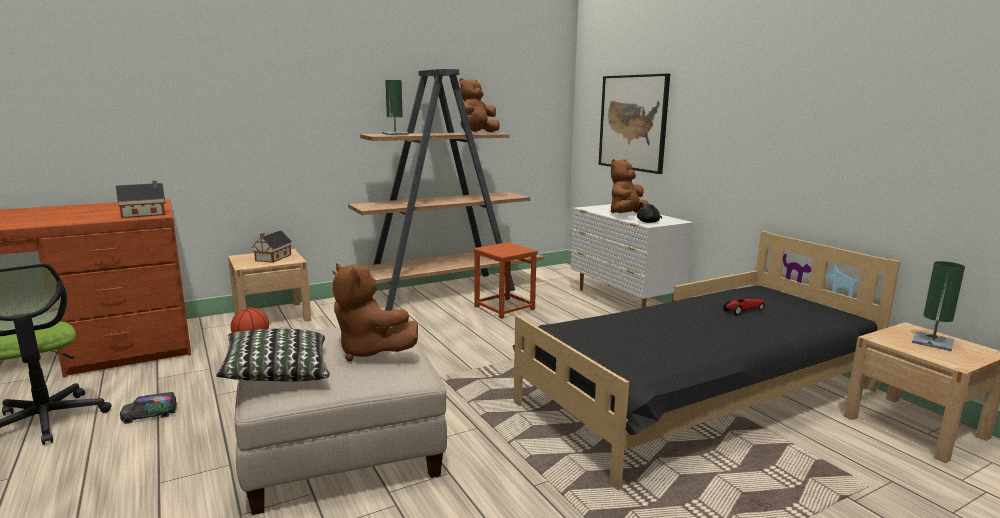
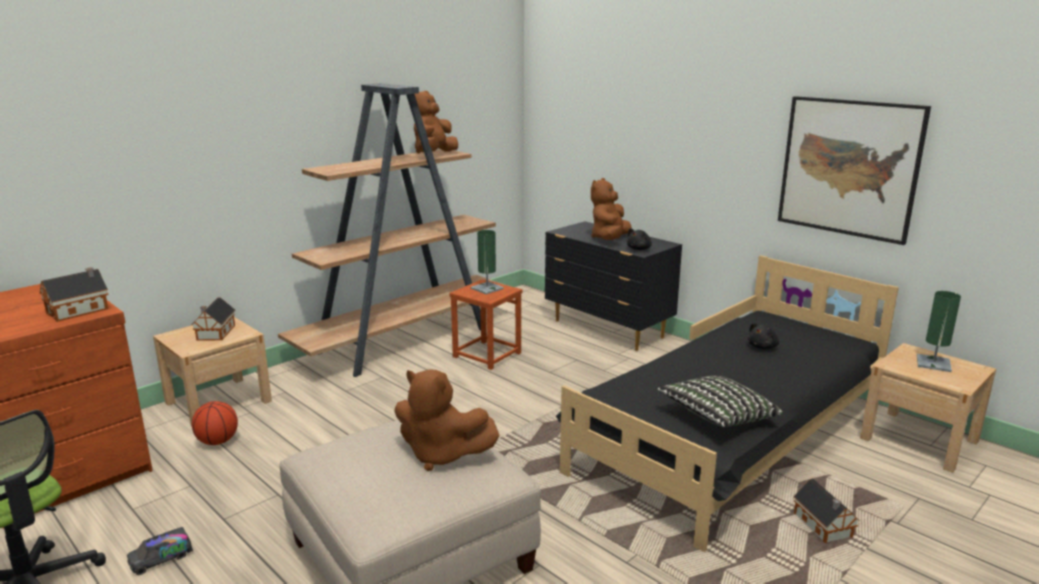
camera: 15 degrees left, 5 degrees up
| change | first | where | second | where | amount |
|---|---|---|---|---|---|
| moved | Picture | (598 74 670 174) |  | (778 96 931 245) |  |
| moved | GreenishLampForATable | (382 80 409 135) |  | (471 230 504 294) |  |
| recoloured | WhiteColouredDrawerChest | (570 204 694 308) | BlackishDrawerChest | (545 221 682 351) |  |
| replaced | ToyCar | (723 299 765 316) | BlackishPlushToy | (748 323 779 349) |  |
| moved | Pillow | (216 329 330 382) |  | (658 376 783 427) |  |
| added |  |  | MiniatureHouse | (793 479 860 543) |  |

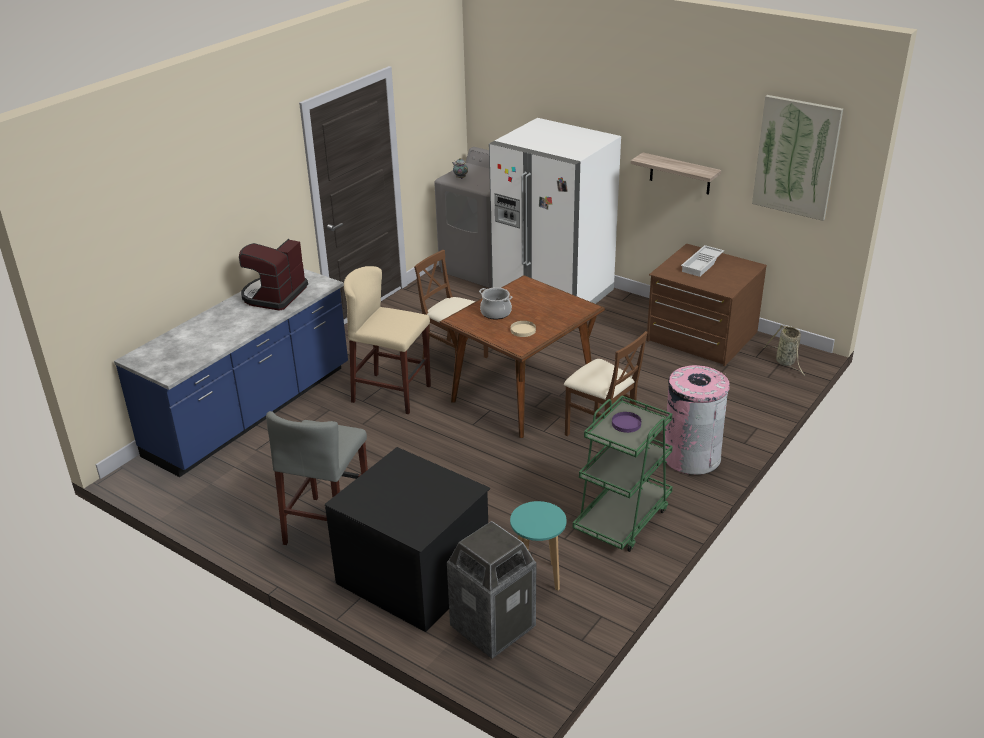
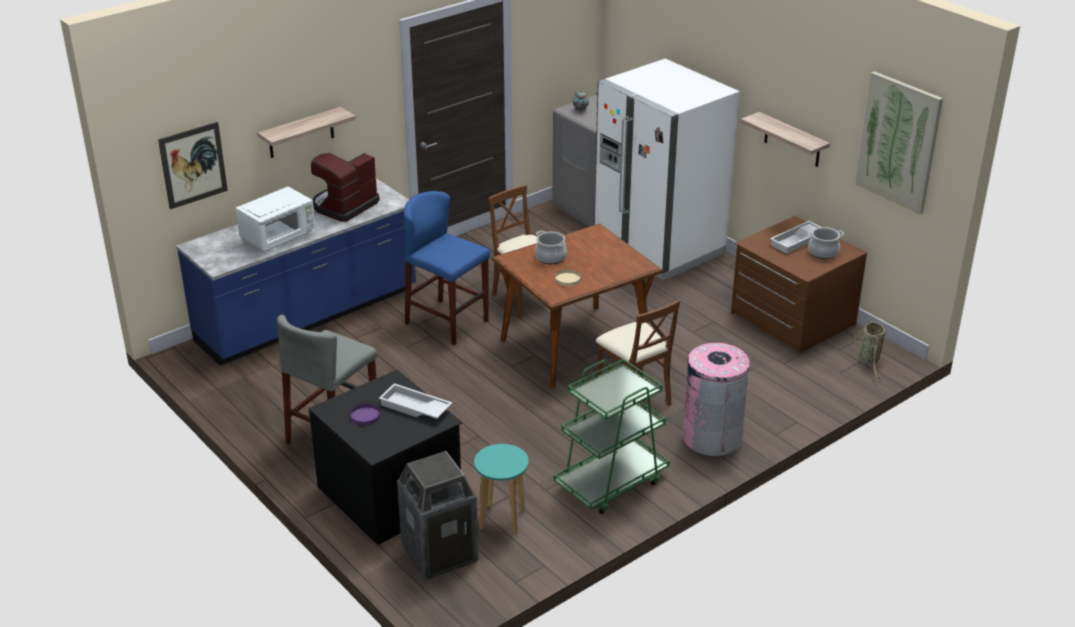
camera: 15 degrees right, 0 degrees up
| change | first | where | second | where | amount |
|---|---|---|---|---|---|
| recoloured | BeigeColouredStool | (344 266 431 414) | BlueColouredStool | (404 191 490 345) |  |
| moved | PurpleFlatDish | (612 412 641 433) |  | (350 404 380 425) |  |
| added |  |  | WallShelf | (257 107 356 158) |  |
| added |  |  | Picture | (158 122 228 209) |  |
| added |  |  | WhiteColouredKitchenMicrowave | (235 187 316 253) |  |
| added |  |  | Saucepot | (808 227 844 259) |  |
| added |  |  | WhiteColouredServingTray | (379 383 452 419) |  |

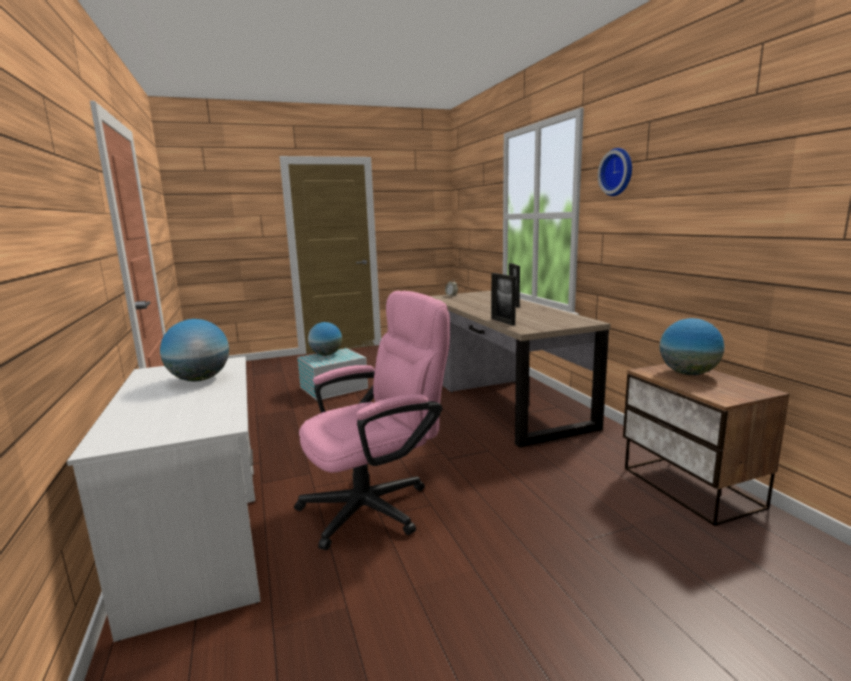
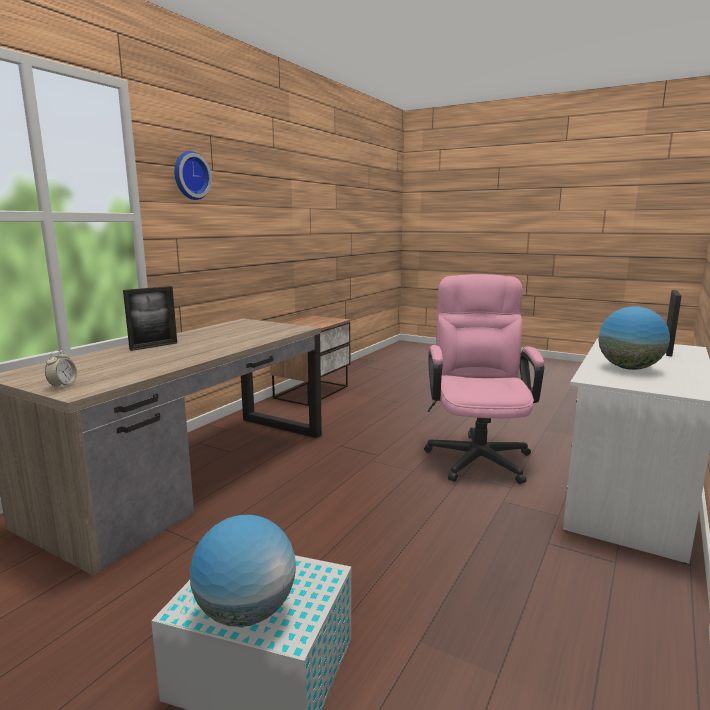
camera: 130 degrees left, 0 degrees up
| change | first | where | second | where | amount |
|---|---|---|---|---|---|
| moved | PictureFrame | (491 273 516 325) |  | (666 290 682 356) |  |
| turned | PinkColouredDeskChair | (294 291 450 550) |  | (424 274 544 484) | 75 degrees clockwise |
| removed | Globe | (660 318 724 375) |  |  |  |

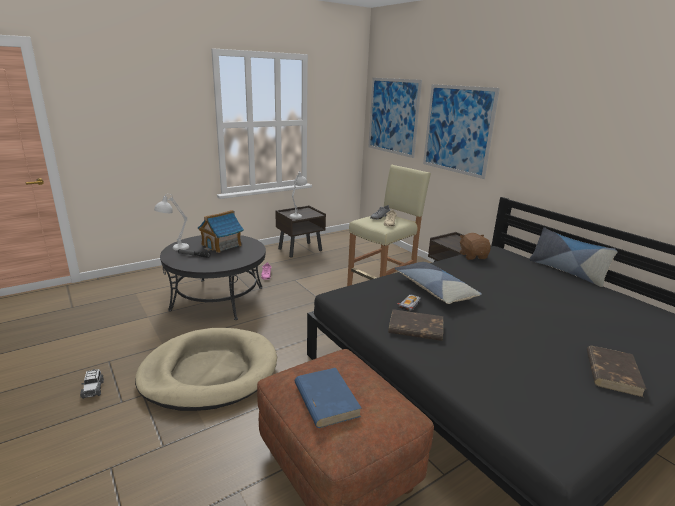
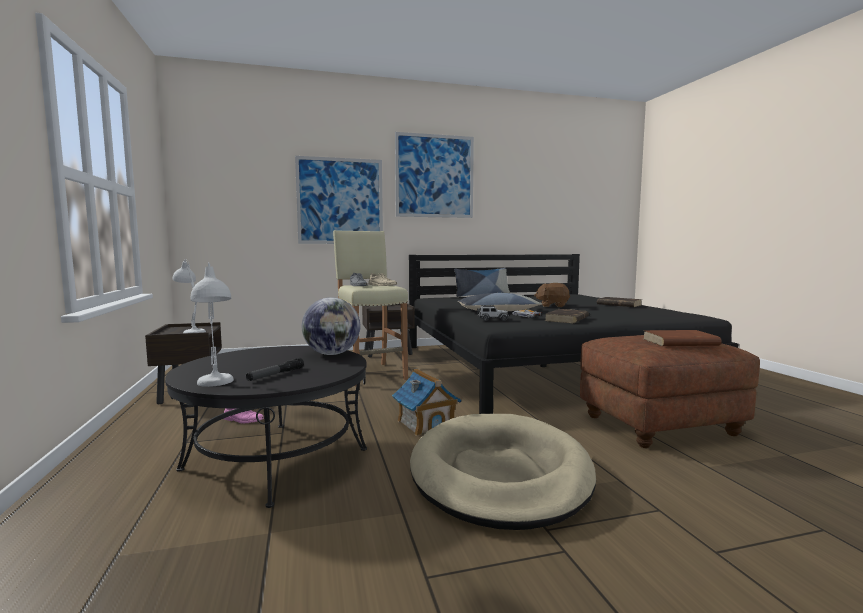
camera: 70 degrees left, 15 degrees down
| change | first | where | second | where | amount |
|---|---|---|---|---|---|
| moved | Picture | (368 78 422 158) |  | (395 132 474 218) |  |
| moved | MiniatureHouse | (198 210 244 253) |  | (392 369 461 436) |  |
| moved | BrownPlushToy | (460 233 491 260) |  | (534 283 570 307) |  |
| recoloured | BlueColouredBoundBook | (295 368 362 428) | BrownBoundBook | (643 330 721 346) |  |
| moved | ToyCar | (80 369 104 399) |  | (477 305 509 321) |  |
| added |  |  | Globe | (302 297 360 355) |  |

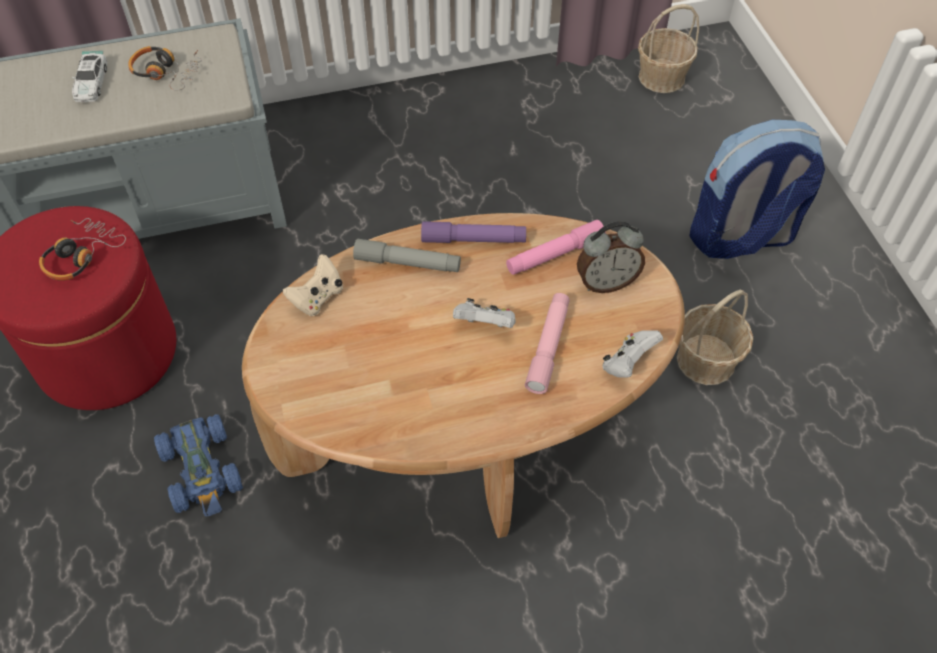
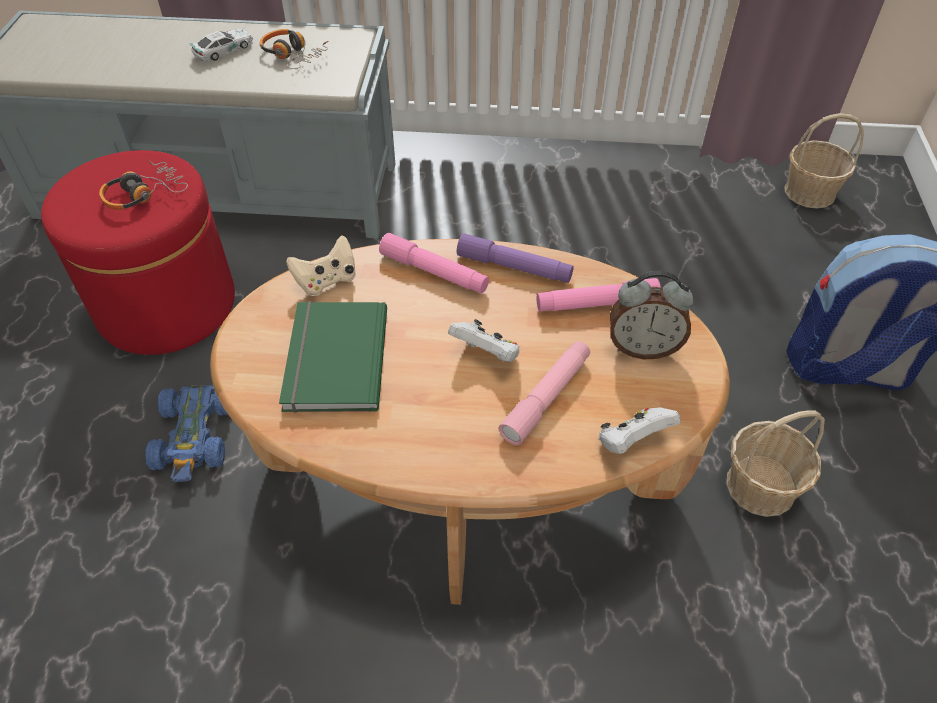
camera: 20 degrees right, 5 degrees down
| change | first | where | second | where | amount |
|---|---|---|---|---|---|
| turned | ToyCar | (72 51 107 102) |  | (189 28 253 62) | 150 degrees counterclockwise |
| recoloured | GreyishFlashlight | (353 239 461 272) | PinkColouredFlashlight | (379 233 489 294) |  |
| added |  |  | GreenishBoundBook | (279 301 387 413) |  |

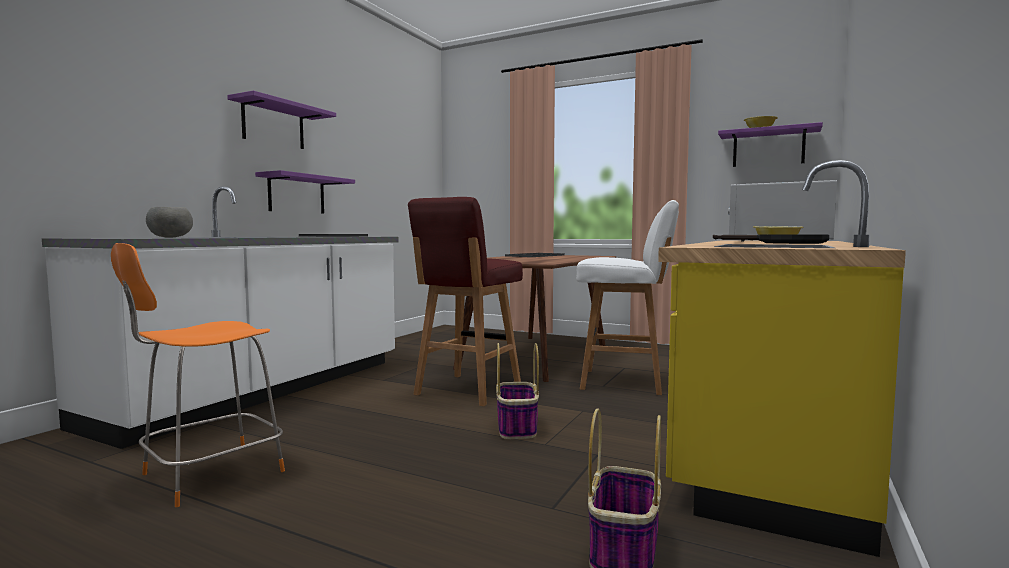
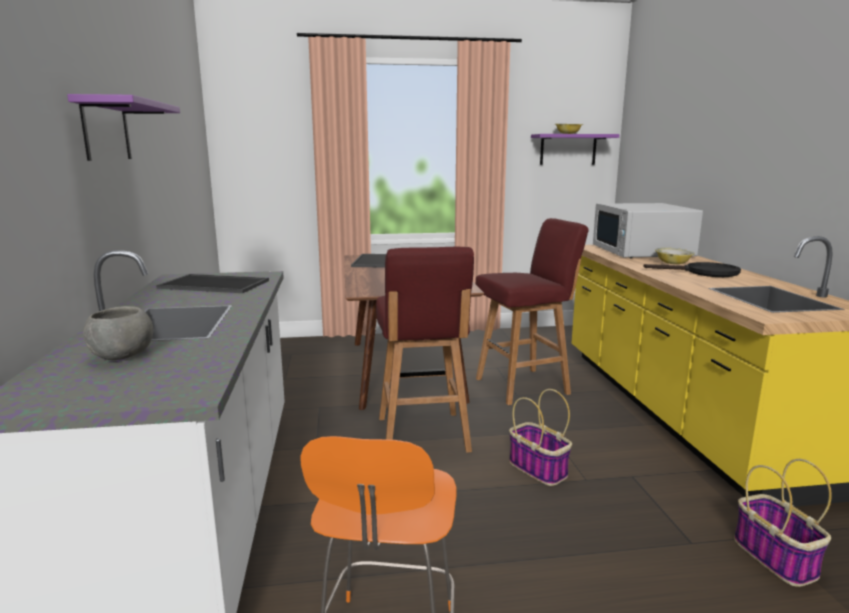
camera: 35 degrees left, 10 degrees up
| change | first | where | second | where | amount |
|---|---|---|---|---|---|
| removed | PurpleWallShelf | (255 170 355 214) |  |  |  |
| recoloured | WhiteColouredStool | (576 200 679 395) | RedColouredStool | (476 218 589 405) |  |

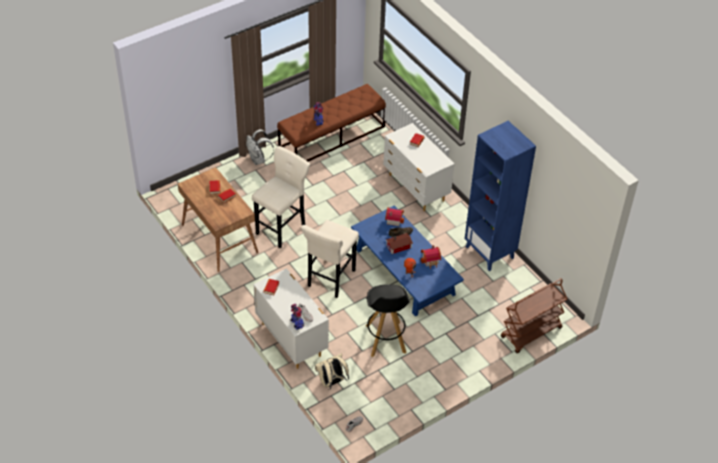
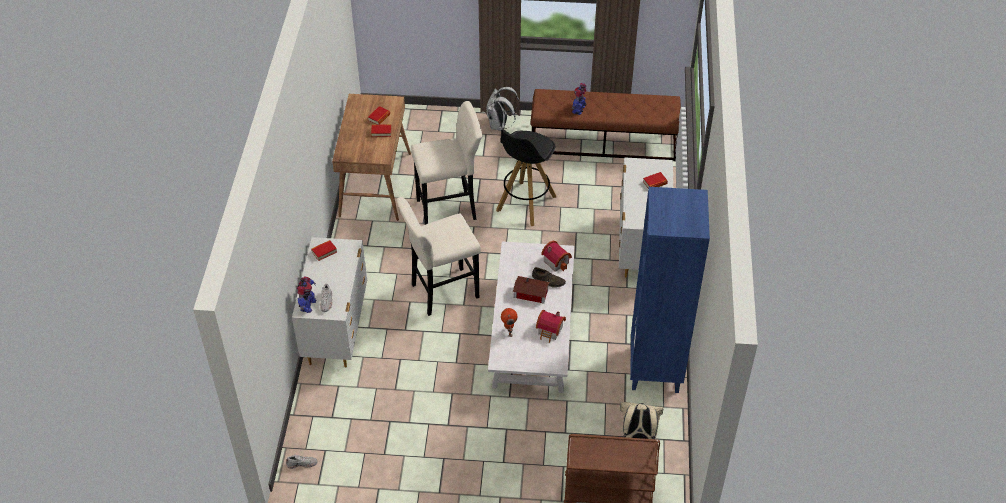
camera: 40 degrees right, 0 degrees up
| change | first | where | second | where | amount |
|---|---|---|---|---|---|
| recoloured | BlueColouredLowTable | (351 206 464 317) | WhiteColouredLowTable | (488 242 575 393) |  |
| moved | BlackishStool | (366 284 410 357) |  | (496 129 557 226) |  |
| moved | BeigeColouredBackpack | (315 353 349 390) |  | (620 402 664 439) |  |

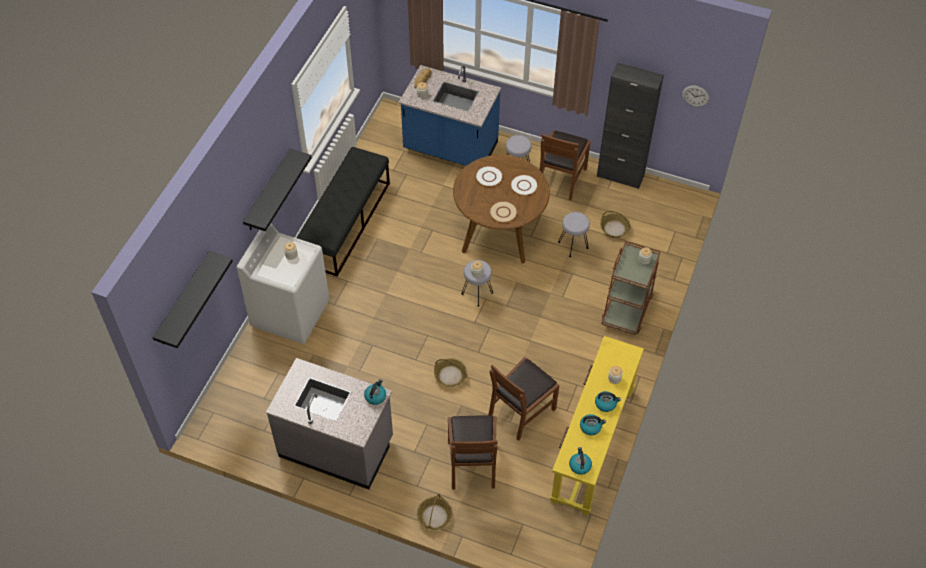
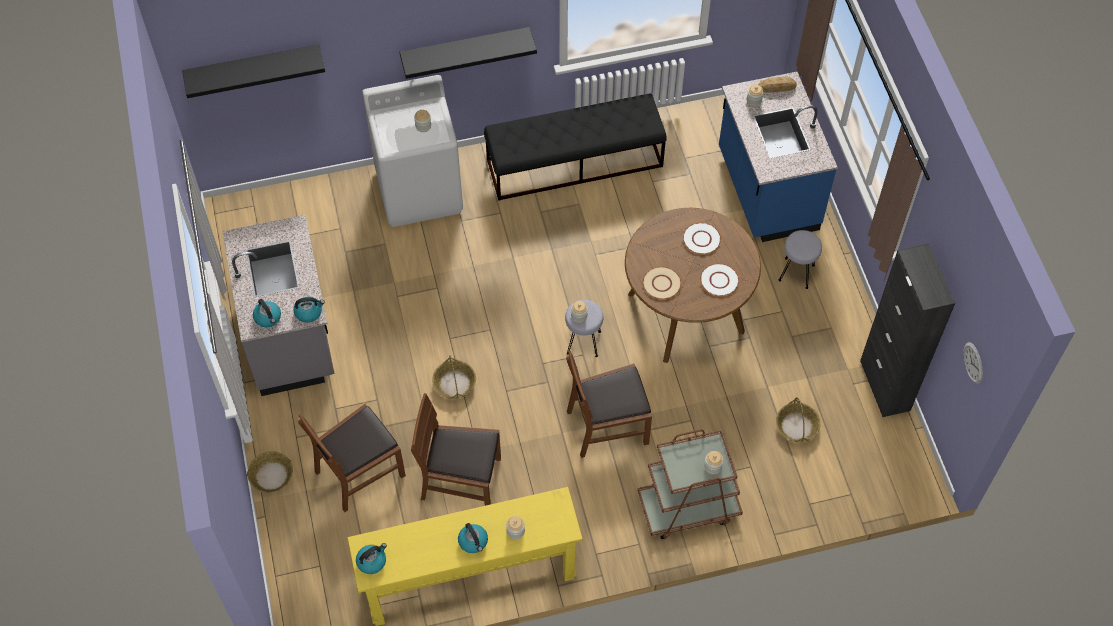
camera: 55 degrees right, 5 degrees up
| change | first | where | second | where | amount |
|---|---|---|---|---|---|
| moved | BrownPlainChair | (540 131 591 200) |  | (566 351 652 458) |  |
| removed | GreyishStool | (558 212 590 257) |  |  |  |
| moved | TeaKettle | (580 414 606 435) |  | (253 299 281 327) |  |

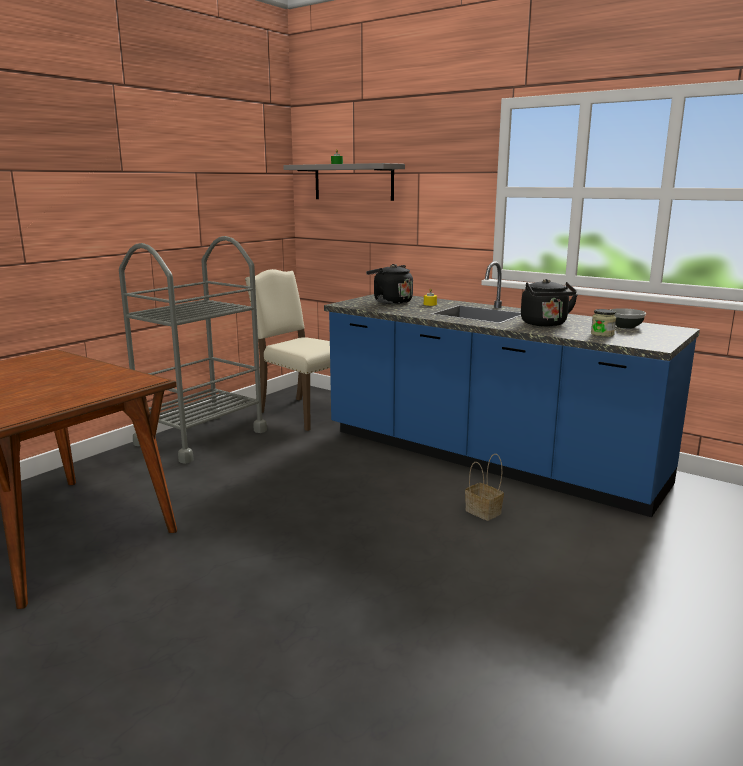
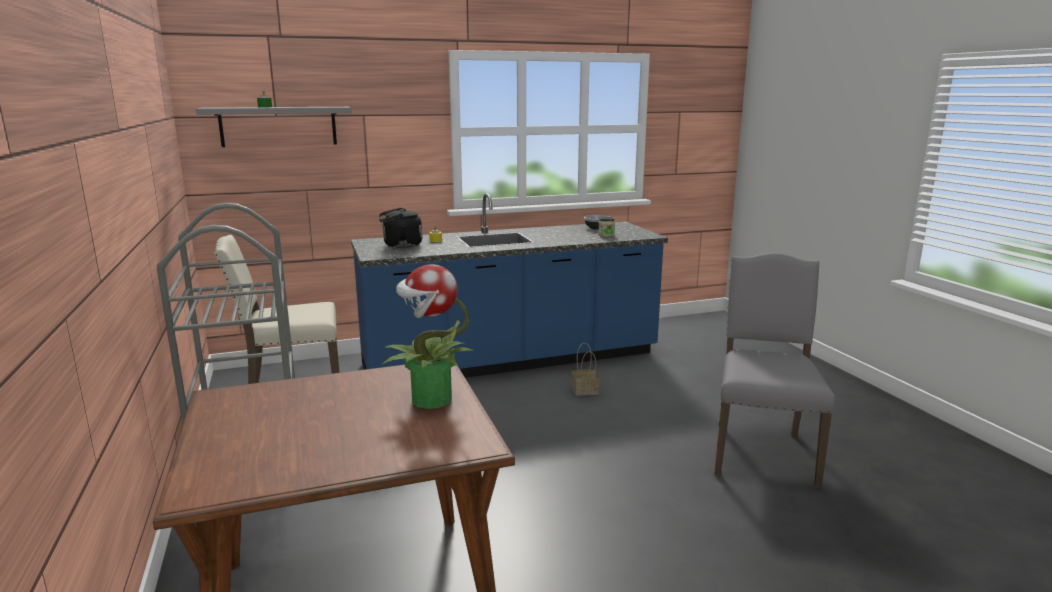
camera: 55 degrees left, 0 degrees up
| change | first | where | second | where | amount |
|---|---|---|---|---|---|
| removed | BlackishTeaKettle | (521 279 578 327) |  |  |  |
| added |  |  | GreyishPlainChair | (714 253 835 489) |  |
| added |  |  | PlantInAPot | (382 264 473 409) |  |

